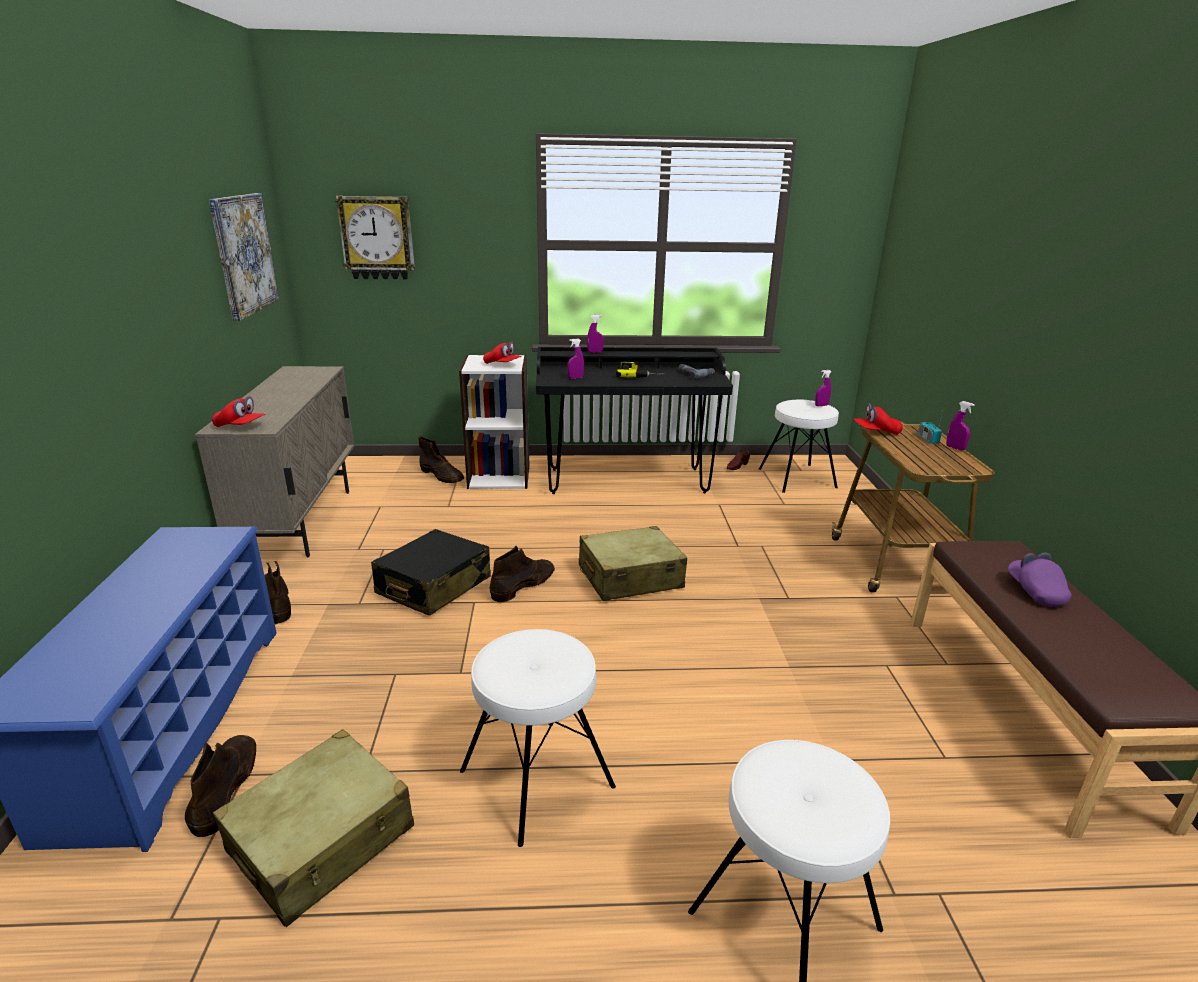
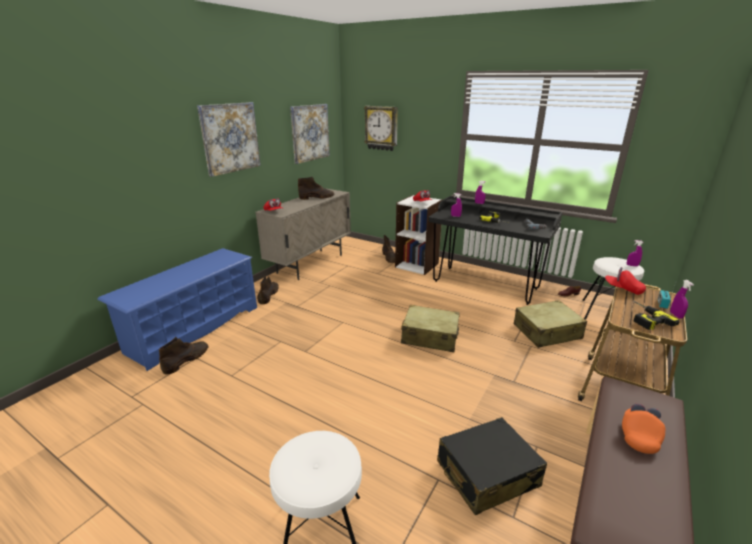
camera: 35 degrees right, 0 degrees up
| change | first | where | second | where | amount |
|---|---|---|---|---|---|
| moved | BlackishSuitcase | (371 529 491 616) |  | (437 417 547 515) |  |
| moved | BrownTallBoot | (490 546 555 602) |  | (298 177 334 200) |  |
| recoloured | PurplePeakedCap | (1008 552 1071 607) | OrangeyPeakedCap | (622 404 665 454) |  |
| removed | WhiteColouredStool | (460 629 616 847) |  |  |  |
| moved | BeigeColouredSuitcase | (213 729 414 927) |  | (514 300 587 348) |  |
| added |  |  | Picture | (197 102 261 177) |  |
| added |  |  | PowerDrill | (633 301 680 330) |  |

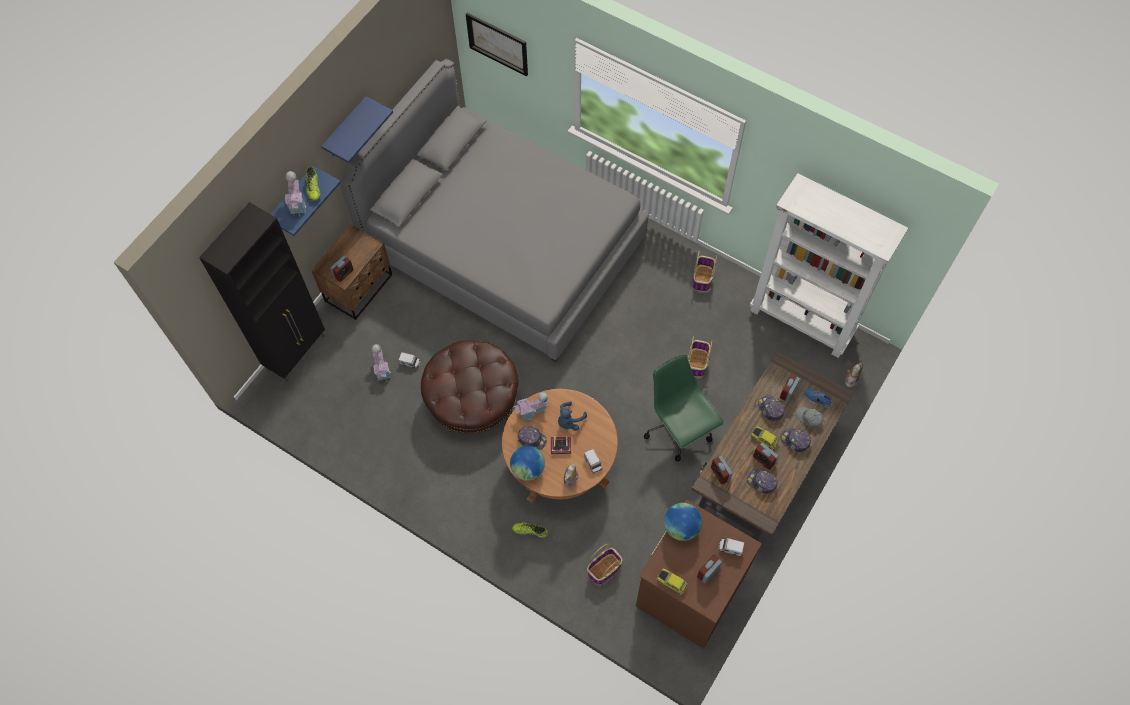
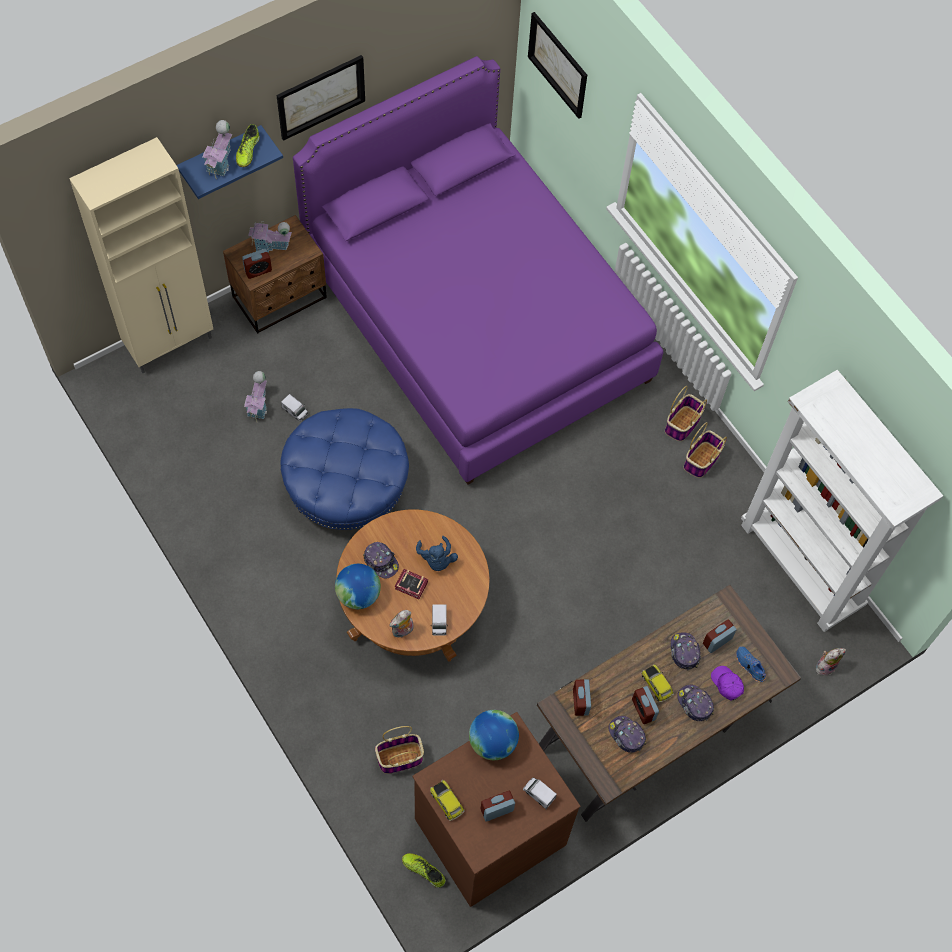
camera: 20 degrees right, 0 degrees up
| change | first | where | second | where | amount |
|---|---|---|---|---|---|
| recoloured | GreyishBed | (340 59 649 362) | PurpleBed | (293 56 663 485) |  |
| replaced | BlueColouredWallShelf | (321 96 393 163) | Picture | (277 55 365 141) |  |
| recoloured | BlackishStorageCabinet | (199 202 325 382) | BeigeColouredStorageCabinet | (69 137 213 373) |  |
| moved | HouseholdBasket | (688 336 712 377) |  | (665 386 707 441) |  |
| recoloured | BrownFootrest | (421 340 519 434) | BlueColouredFootrest | (280 408 409 530) |  |
| removed | GreenishDeskChair | (644 354 724 461) |  |  |  |
| moved | MiniatureHouse | (514 392 549 421) |  | (248 222 292 253) |  |
| turned | BlueColouredPlushToy | (558 401 587 431) |  | (416 536 458 571) | 75 degrees counterclockwise |
| recoloured | GreyishPeakedCap | (795 407 824 428) | PurplePeakedCap | (711 666 744 701) |  |
| moved | Shoe | (512 522 548 538) |  | (402 853 446 888) |  |

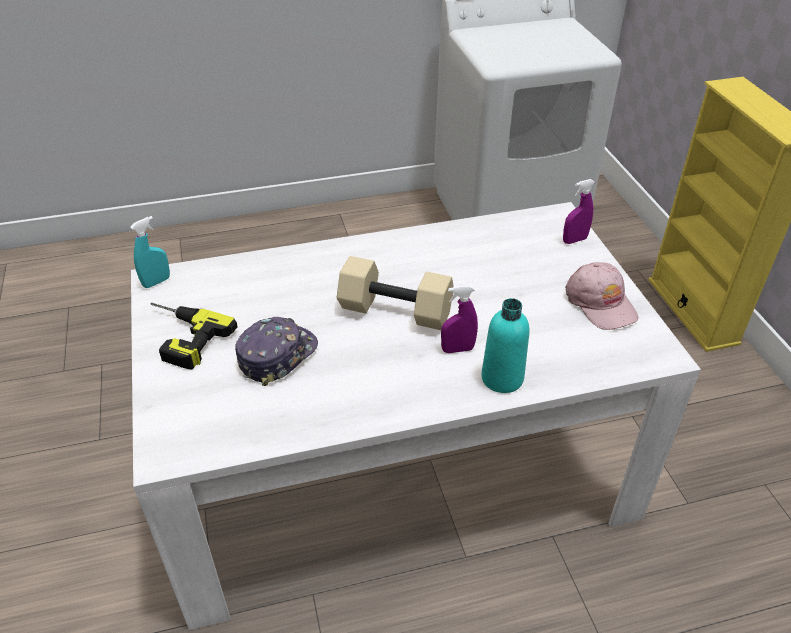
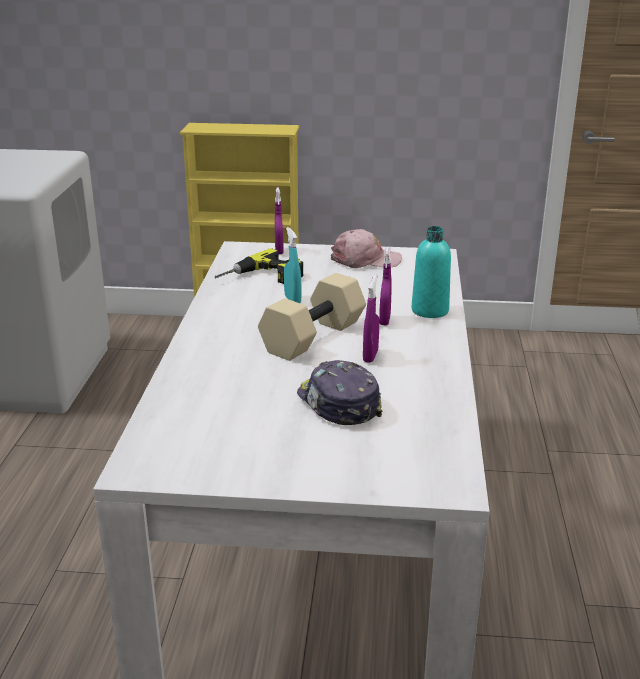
camera: 70 degrees left, 15 degrees down
| change | first | where | second | where | amount |
|---|---|---|---|---|---|
| moved | BlueGreenHandSprayer | (130 216 170 288) |  | (284 227 301 303) |  |
| moved | PowerDrill | (151 303 237 369) |  | (215 248 303 284) |  |
| added |  |  | PurpleHandSprayer | (363 275 379 363) |  |

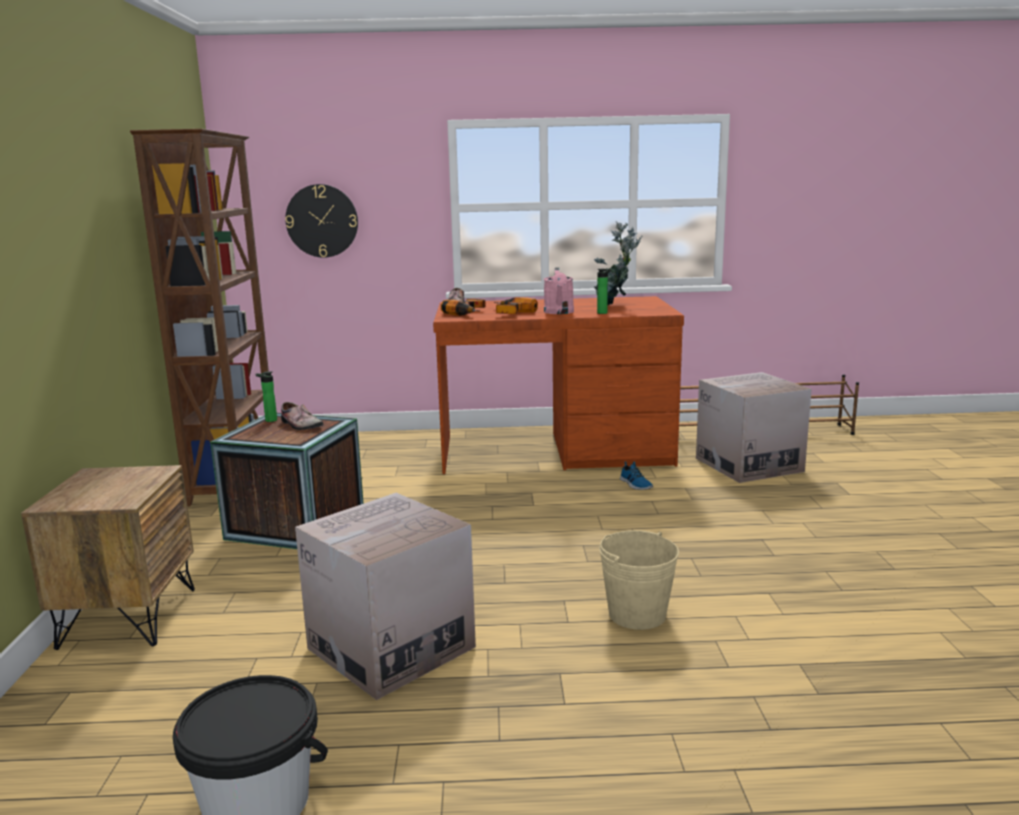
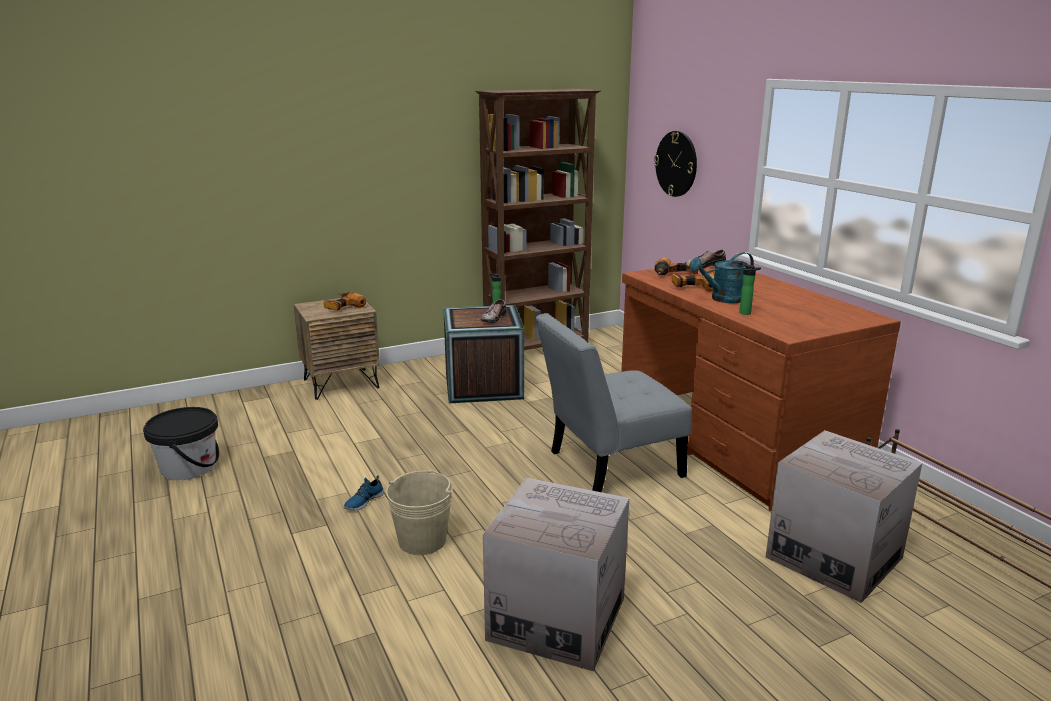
camera: 65 degrees right, 5 degrees up
| change | first | where | second | where | amount |
|---|---|---|---|---|---|
| removed | PlantInAPot | (594 222 643 305) |  |  |  |
| recoloured | PinkColouredWateringPot | (544 267 574 314) | BlueGreenWateringPot | (689 252 754 303) |  |
| moved | Shoe | (620 461 653 490) |  | (344 475 384 511) |  |
| moved | Carton | (295 493 476 700) |  | (483 477 629 672) |  |
| added |  |  | PowerDrill | (324 292 366 311) |  |
| added |  |  | GreyishPlainChair | (536 313 692 492) |  |

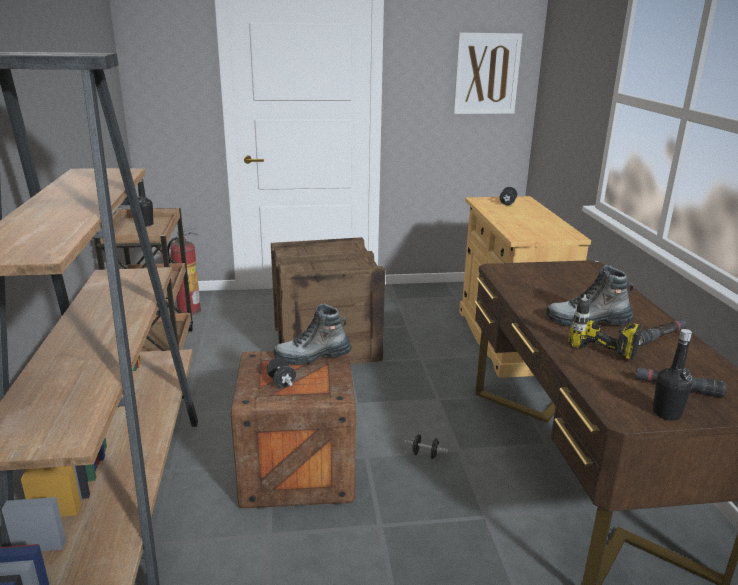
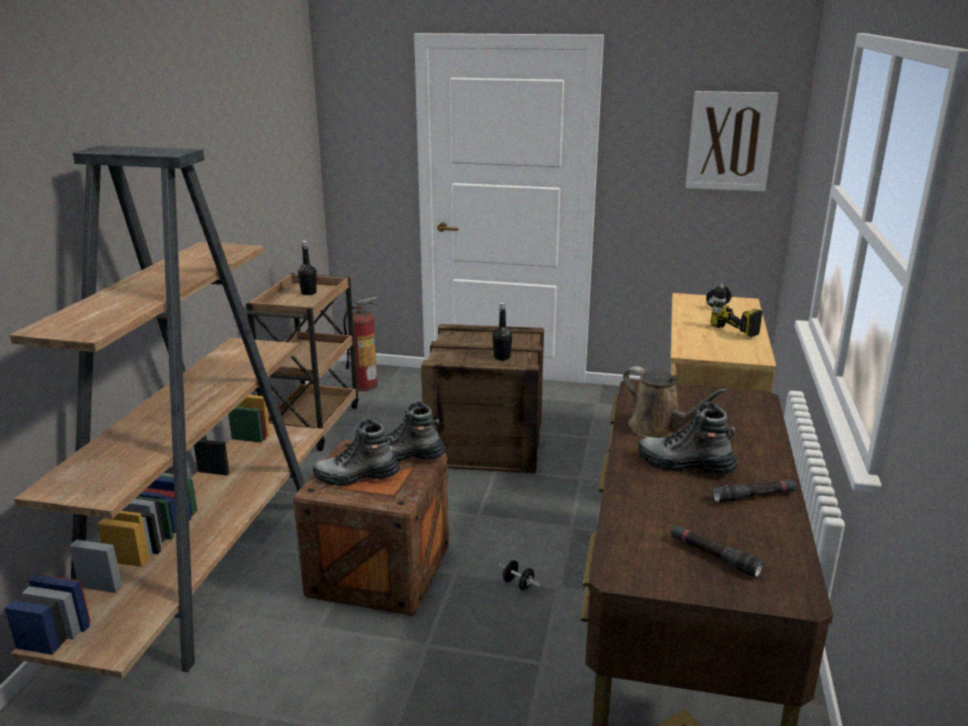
camera: 20 degrees right, 0 degrees up
| change | first | where | second | where | amount |
|---|---|---|---|---|---|
| moved | PowerDrill | (568 294 643 360) |  | (706 283 762 337) |  |
| moved | BlackishDrinkBottle | (653 329 693 421) |  | (492 302 512 360) |  |
| replaced | BlackishHandWeight | (267 357 296 388) | TallBoot | (313 419 400 486) |  |
| added |  |  | BrownWateringPot | (623 366 728 438) |  |

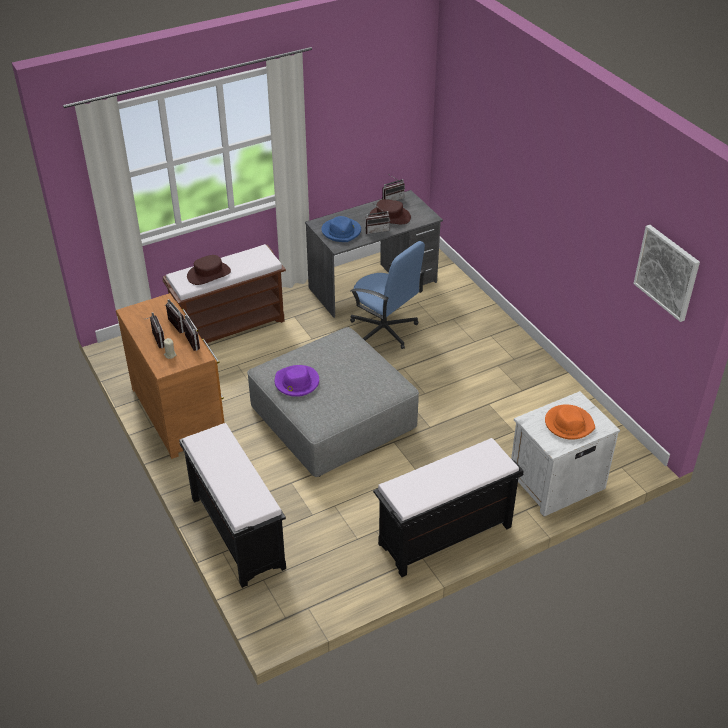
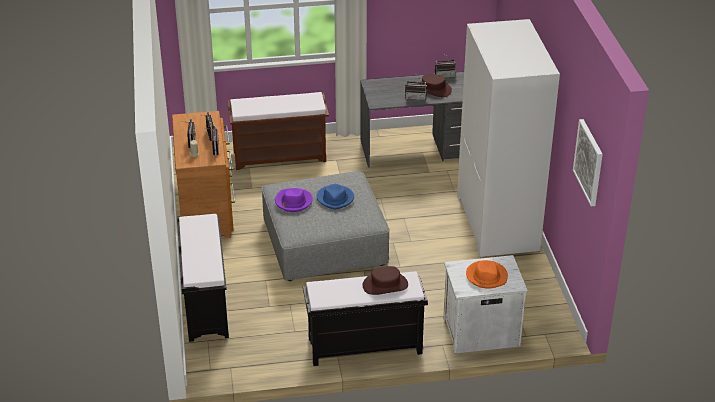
camera: 20 degrees right, 5 degrees down
| change | first | where | second | where | amount |
|---|---|---|---|---|---|
| moved | BlueColouredClothingHat | (321 216 361 242) |  | (316 184 354 210) |  |
| removed | BlueColouredDeskChair | (350 241 426 349) |  |  |  |
| moved | BrownClothingHat | (187 255 231 285) |  | (362 266 408 295) |  |
| added |  |  | WhiteColouredArmoire | (457 19 560 257) |  |

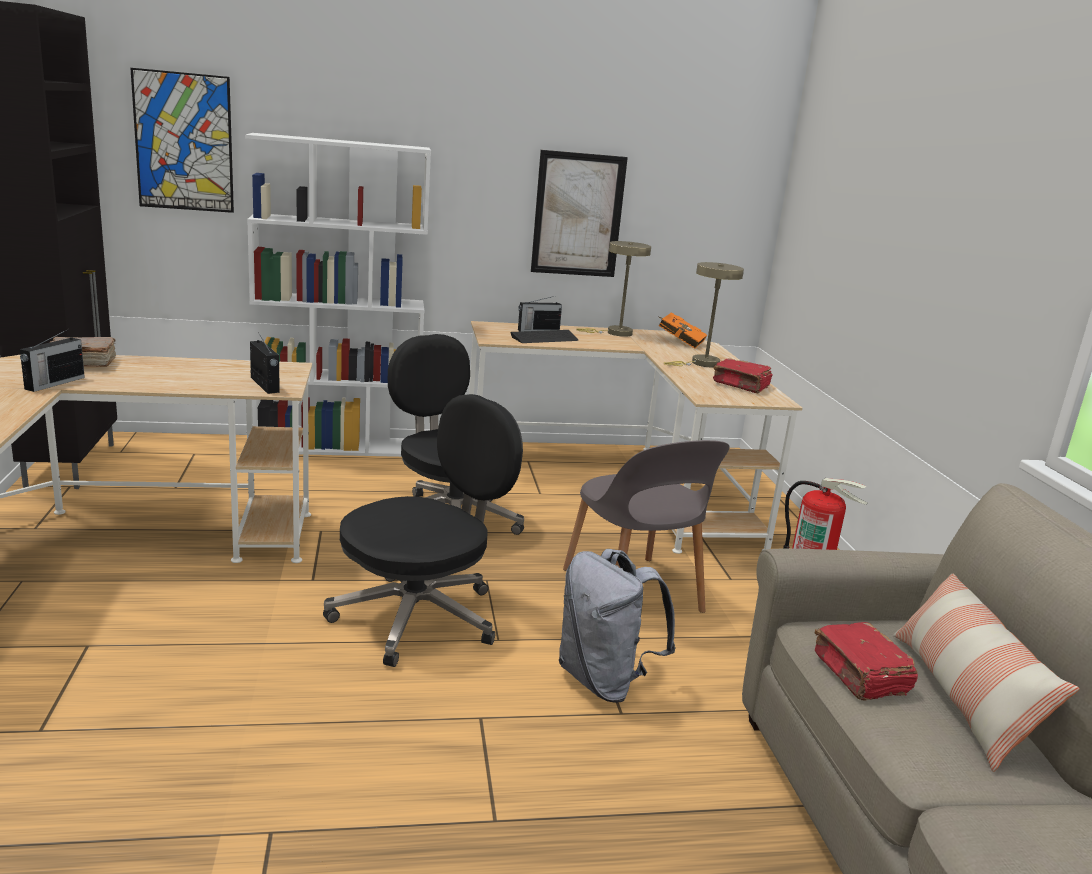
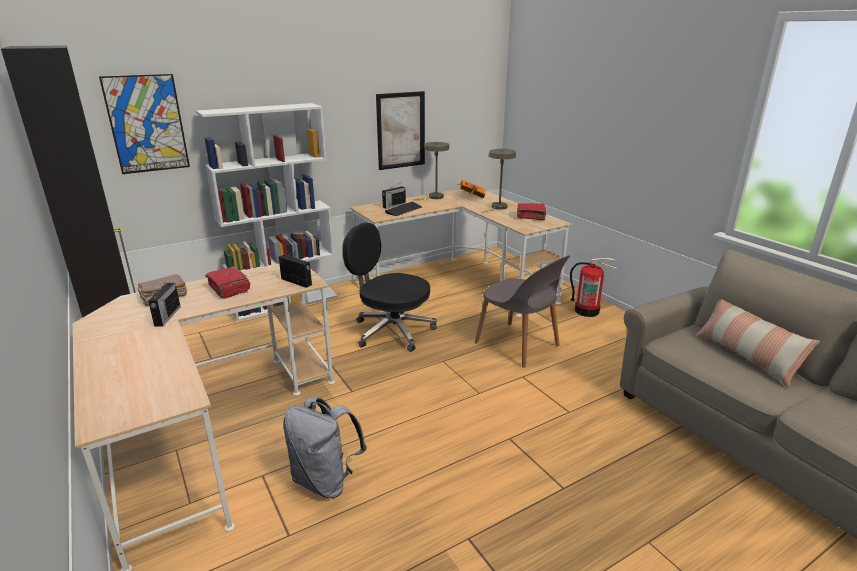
camera: 20 degrees left, 5 degrees up
| change | first | where | second | where | amount |
|---|---|---|---|---|---|
| removed | BlackishDeskChair | (323 394 523 667) |  |  |  |
| moved | GreyishBackpack | (559 549 676 703) |  | (283 397 367 498) |  |
| moved | RedColouredBoundBook | (814 622 918 701) |  | (205 267 250 299) |  |

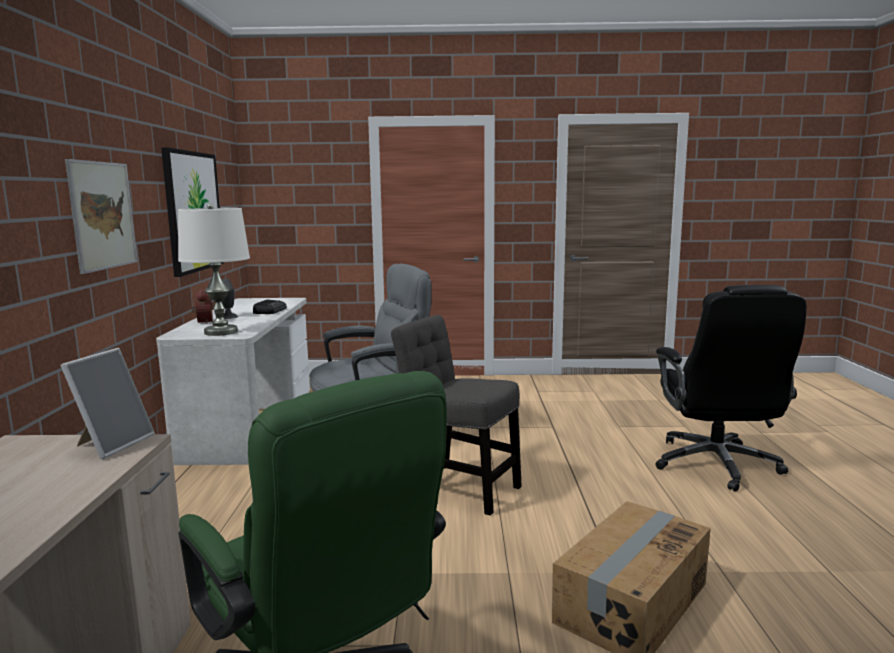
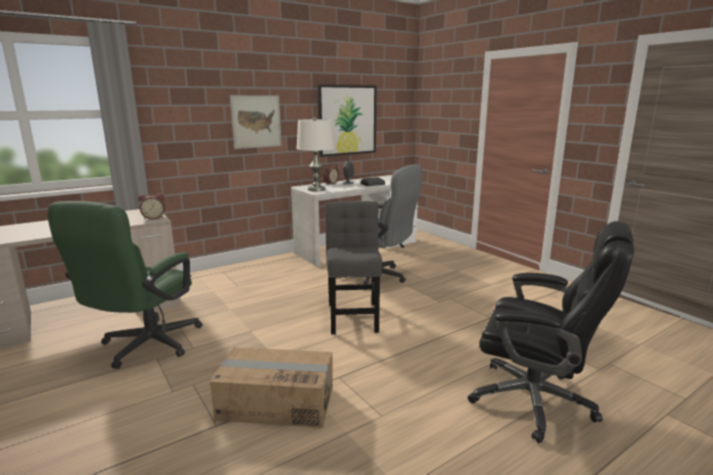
camera: 55 degrees right, 5 degrees up
| change | first | where | second | where | amount |
|---|---|---|---|---|---|
| turned | BlackishDeskChair | (655 285 807 492) |  | (468 221 634 443) | 120 degrees counterclockwise |
| replaced | PictureFrame | (60 348 155 459) | BedsideClock | (138 194 165 220) |  |

